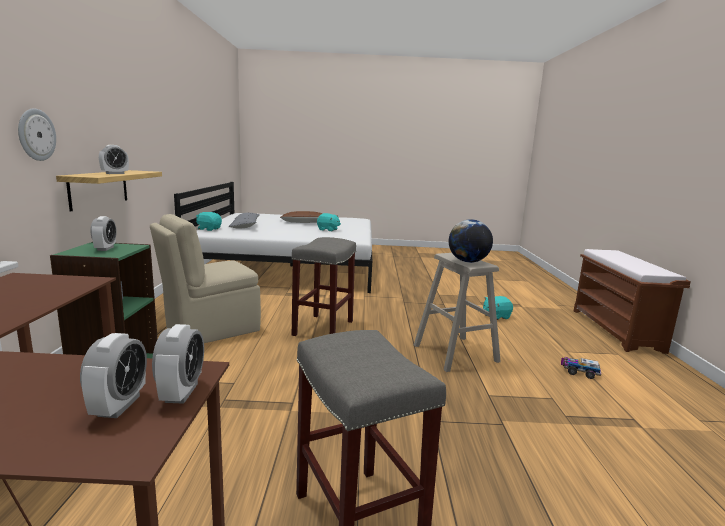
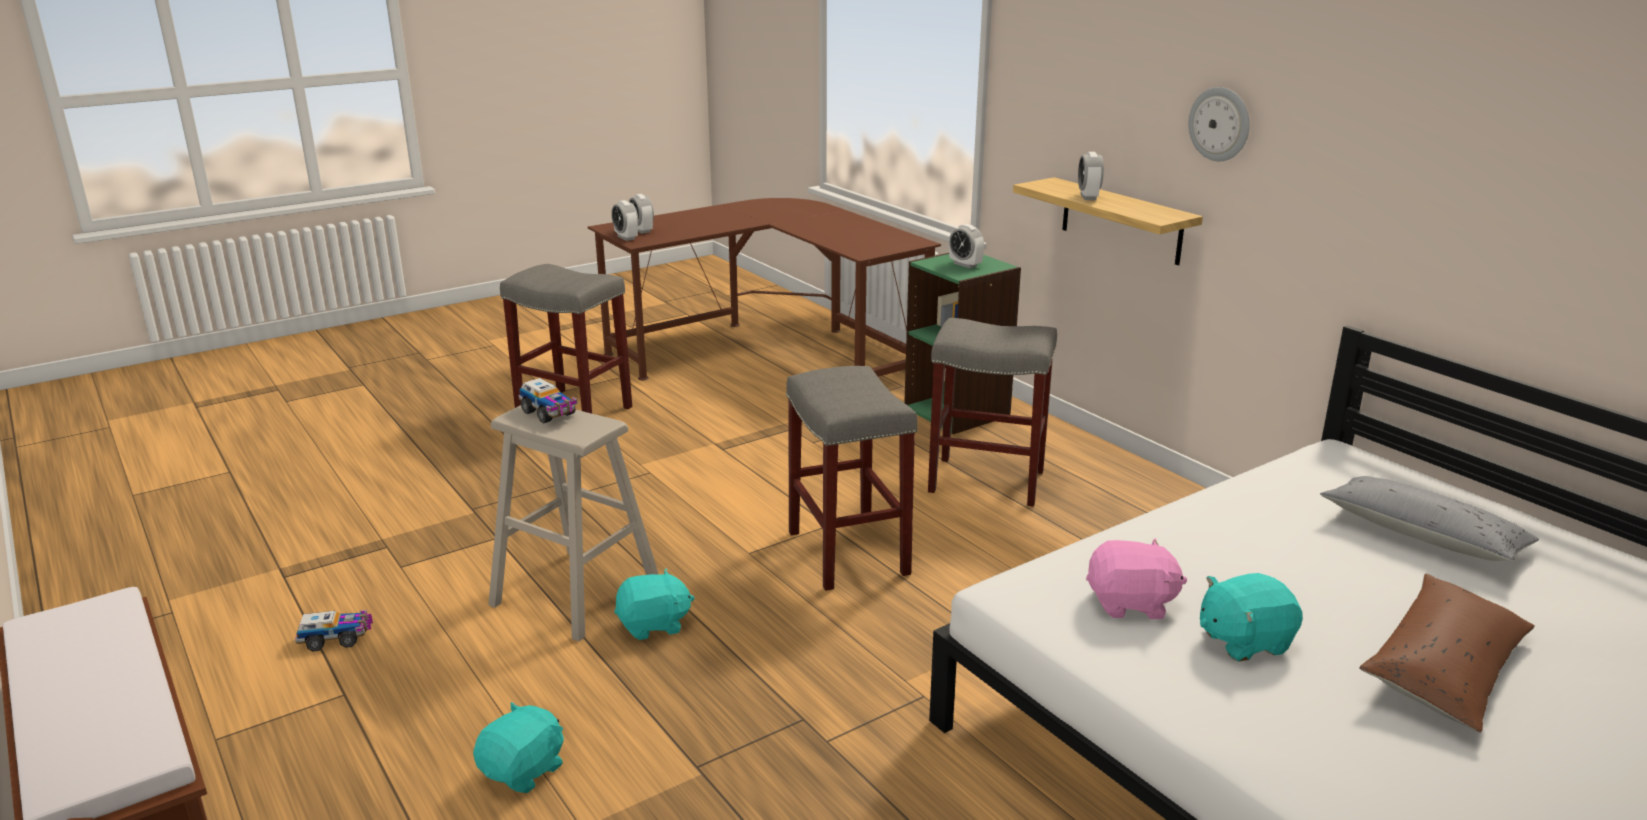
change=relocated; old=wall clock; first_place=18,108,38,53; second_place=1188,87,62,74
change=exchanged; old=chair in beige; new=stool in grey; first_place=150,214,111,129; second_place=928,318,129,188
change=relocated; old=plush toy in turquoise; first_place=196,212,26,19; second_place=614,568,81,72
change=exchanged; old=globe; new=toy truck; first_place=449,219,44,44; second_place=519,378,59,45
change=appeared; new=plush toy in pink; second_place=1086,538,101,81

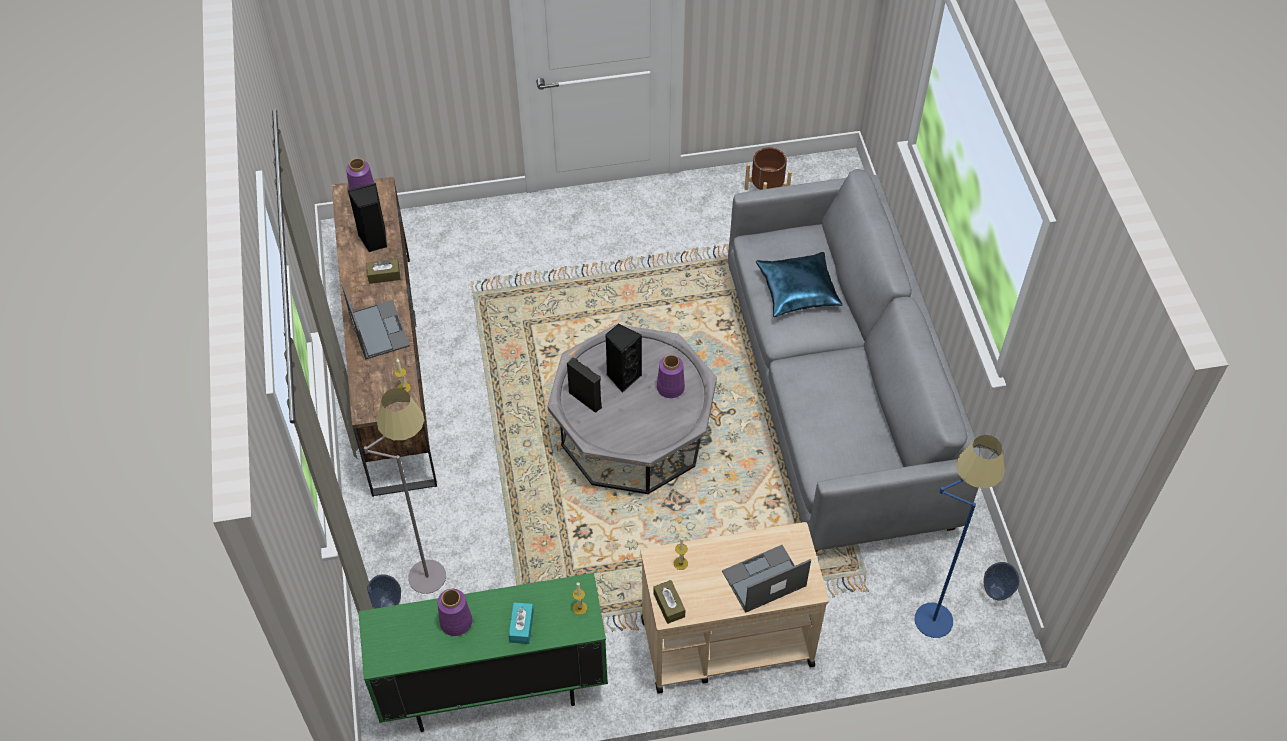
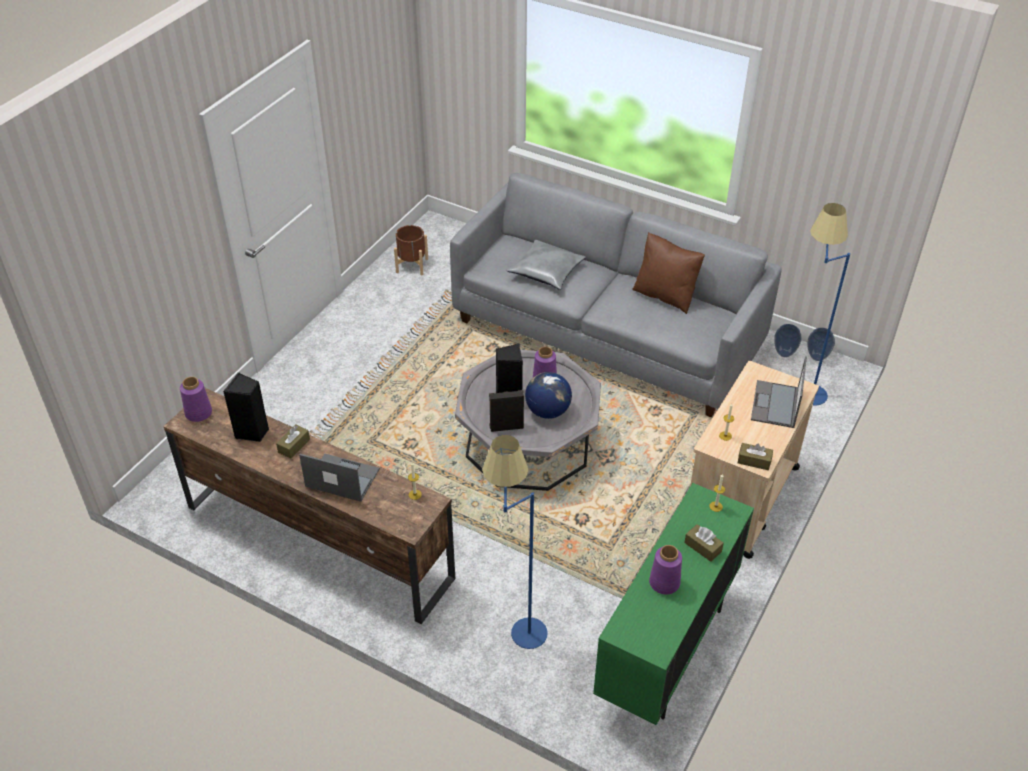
change=colour; old=floor lamp in grey; new=floor lamp in blue; first_place=364,388,82,206; second_place=482,435,66,214
change=relocated; old=vase; first_place=367,574,34,35; second_place=774,324,27,33
change=colour; old=tissue box in turquoise; new=tissue box in brown; first_place=509,602,25,42; second_place=684,524,40,38
change=colour; old=pillow in blue; new=pillow in grey; first_place=756,252,86,65; second_place=506,240,80,50
change=appeared; new=globe; second_place=525,372,47,47
change=appeared; new=pillow in brown; second_place=632,232,73,82

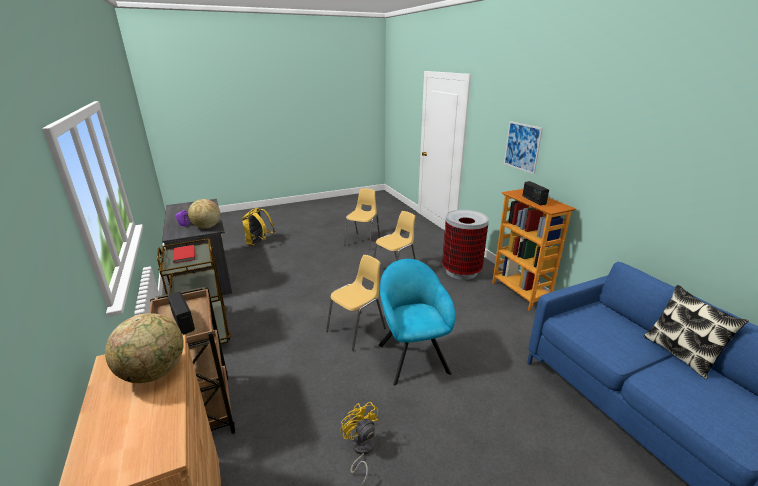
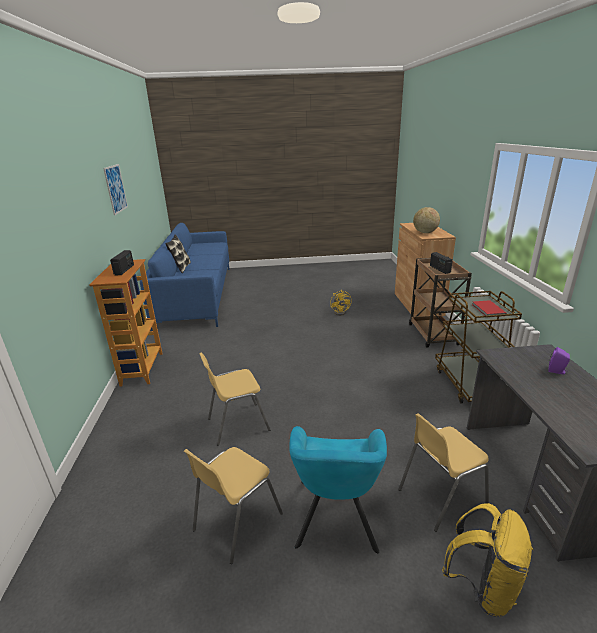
change=missing; old=globe; first_place=188,199,32,30
change=relocated; old=chair in yellow; first_place=326,255,60,96; second_place=398,413,91,119
change=relocated; old=armchair in turquoise; first_place=379,259,76,126; second_place=289,426,98,127
change=missing; old=trash can; first_place=442,210,47,70
change=relocated; old=picture; first_place=504,121,39,53; second_place=103,164,25,51

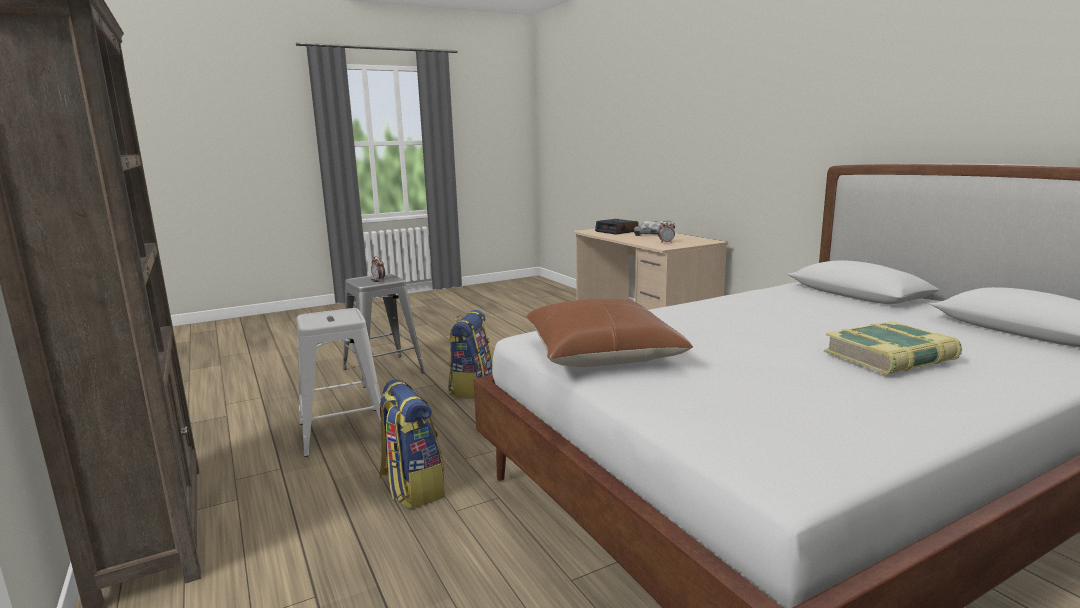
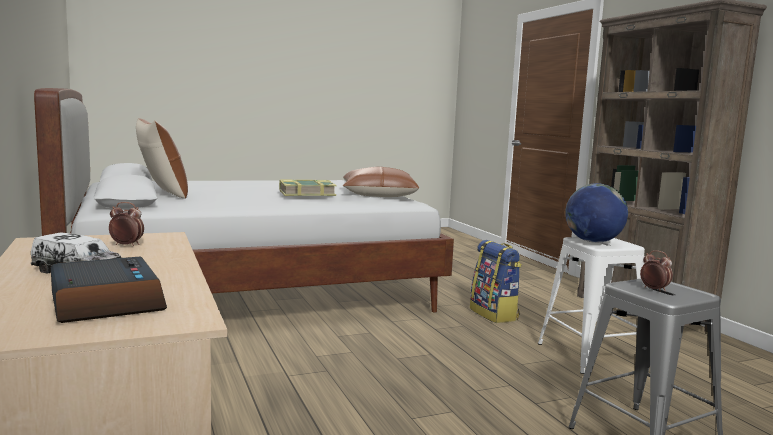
change=missing; old=backpack; first_place=448,310,45,89
change=relocated; old=book; first_place=824,321,138,54; second_place=279,179,57,17
change=appeared; new=pillow in brown; second_place=136,118,52,81
change=appeared; new=globe; second_place=565,183,63,60

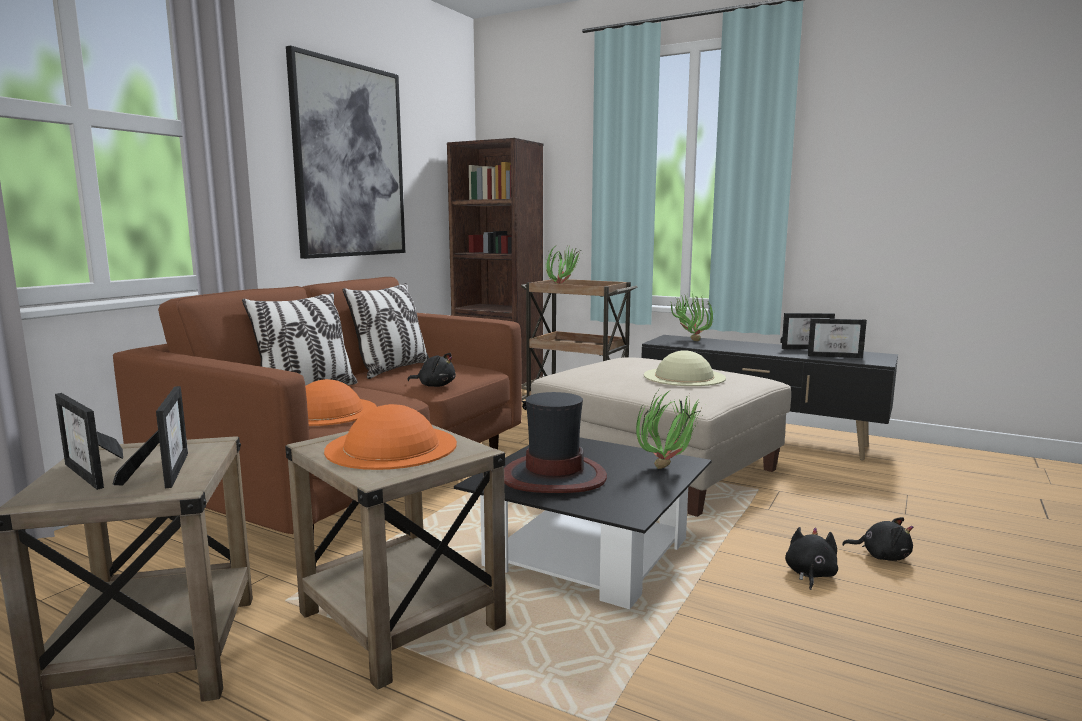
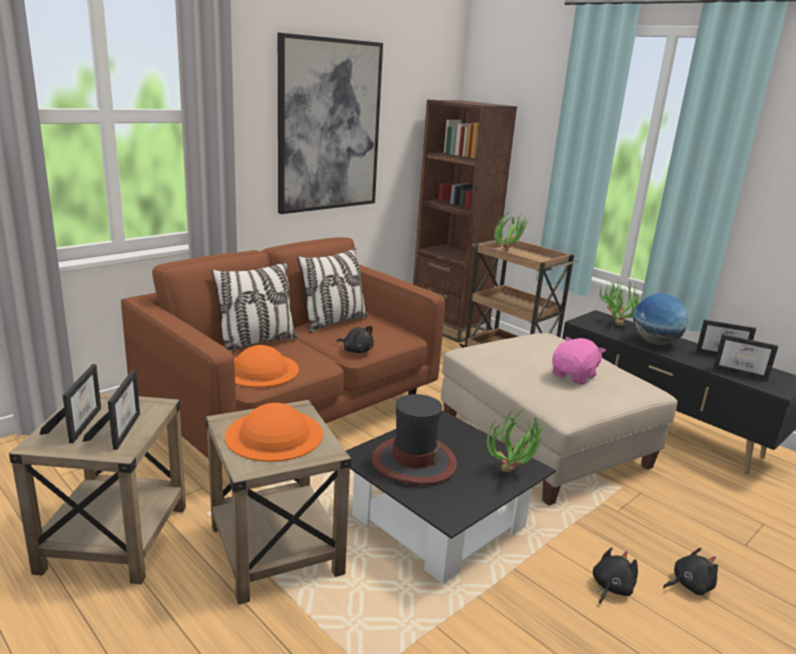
change=spun; old=picture frame; first_place=55,393,68,97; second_place=40,364,61,79; degrees=-150
change=exchanged; old=hat in beige; new=plush toy in pink; first_place=644,350,82,36; second_place=552,337,54,48
change=spun; old=plush toy in black; first_place=842,517,71,44; second_place=663,548,55,47; degrees=-60
change=appeared; new=globe; second_place=633,293,56,52

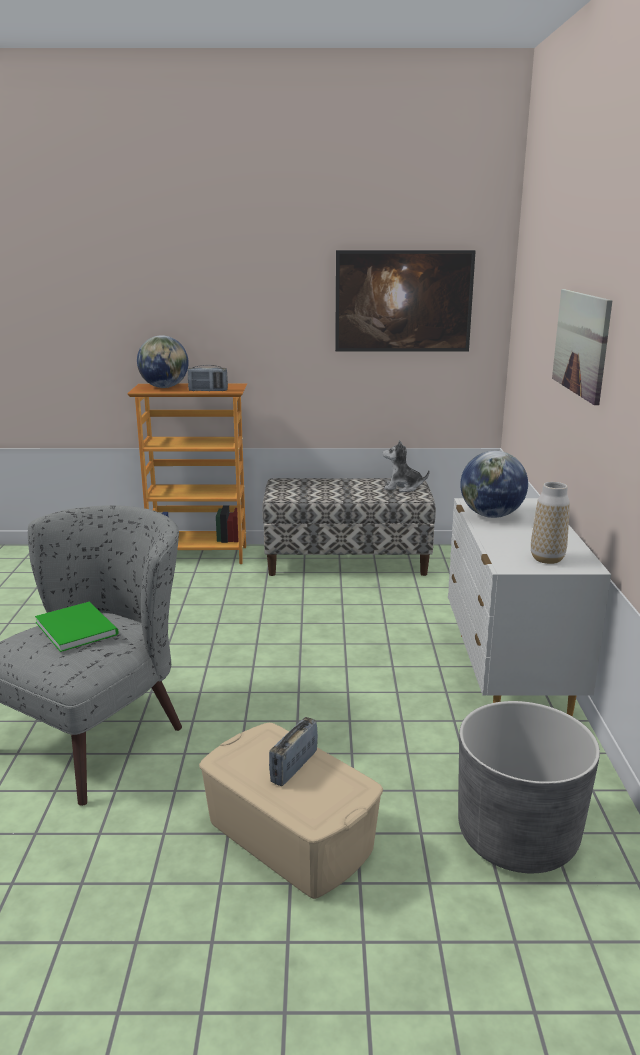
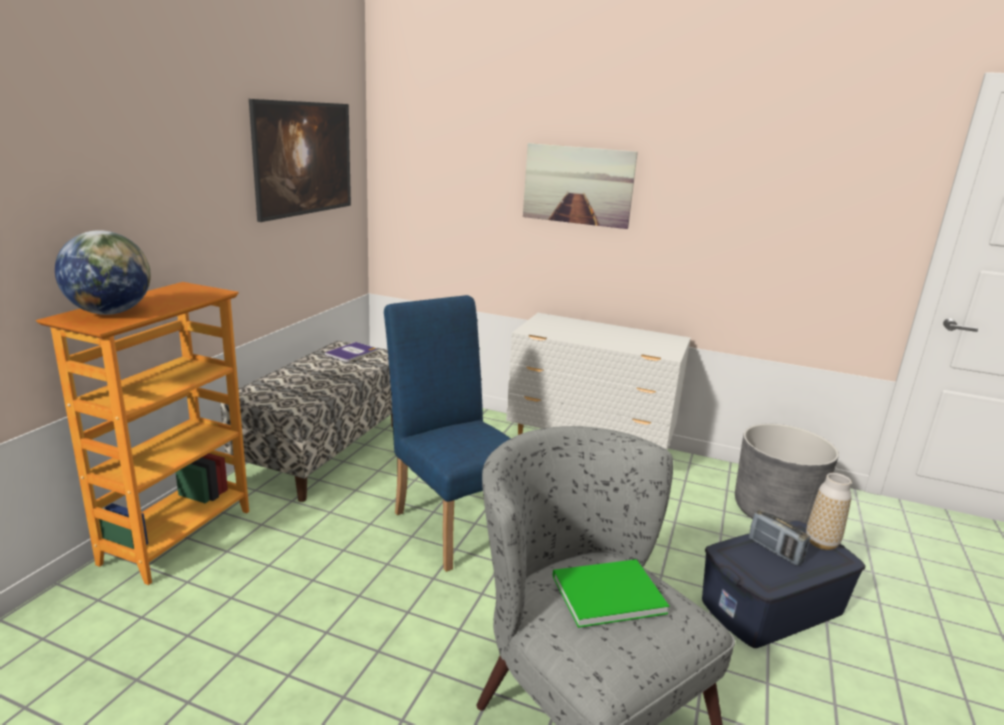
change=missing; old=radio; first_place=188,365,40,26
change=colour; old=storage box in beige; new=storage box in blue; first_place=199,723,184,176; second_place=702,521,163,127
change=exchanged; old=plush toy; new=book; first_place=383,440,47,52; second_place=325,342,52,20
change=missing; old=globe; first_place=460,451,68,67
change=relocated; old=vase; first_place=531,482,39,82; second_place=806,473,46,77
change=appeared; new=chair in blue; second_place=384,295,127,277

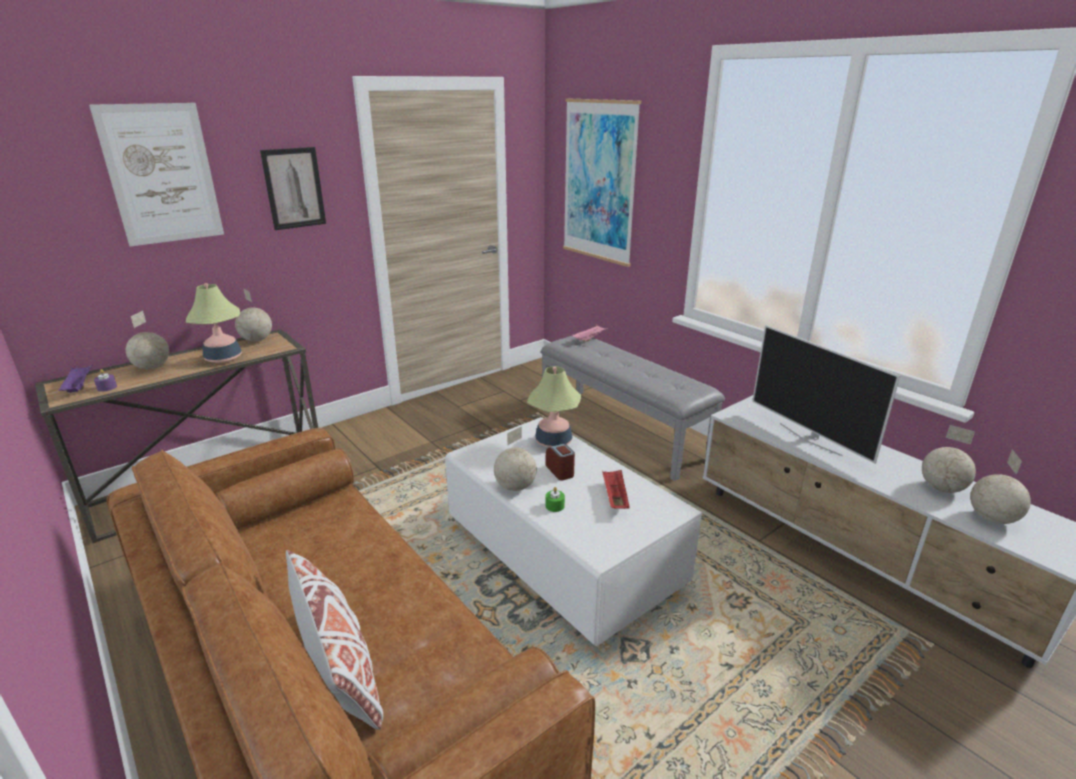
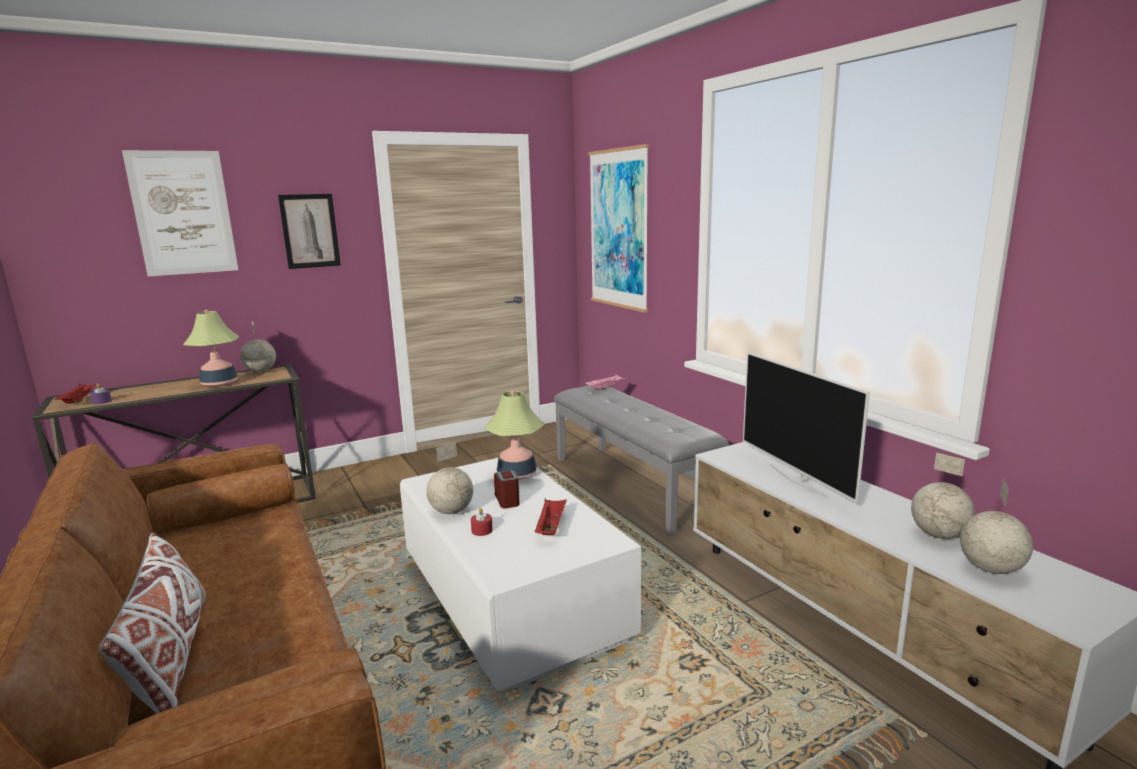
change=colour; old=tray in purple; new=tray in red; first_place=59,365,34,28; second_place=55,382,45,22
change=missing; old=globe; first_place=126,311,43,58
change=colour; old=candle in green; new=candle in red; first_place=546,487,19,25; second_place=471,508,22,28

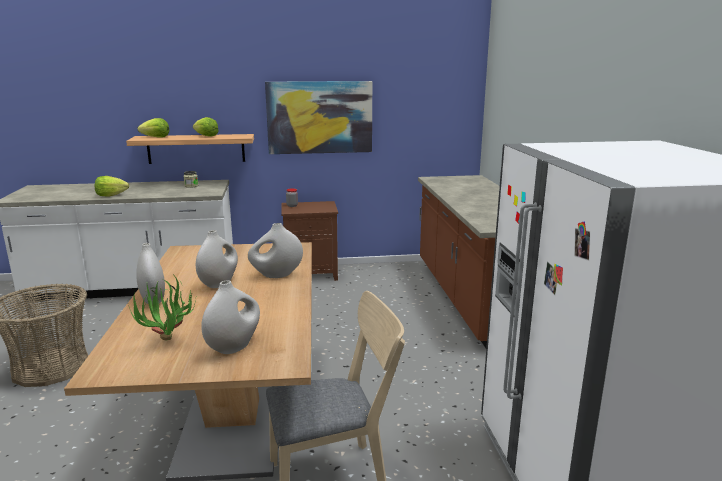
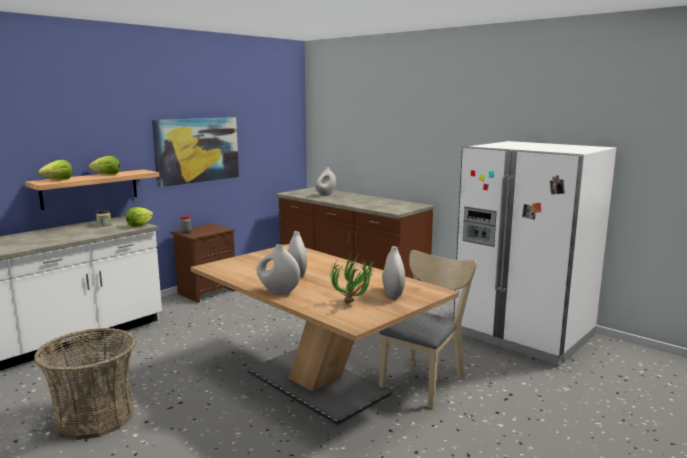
change=relocated; old=lettuce; first_place=95,176,34,20; second_place=126,207,27,20
change=relocated; old=vase in white; first_place=248,223,55,55; second_place=315,167,21,29

